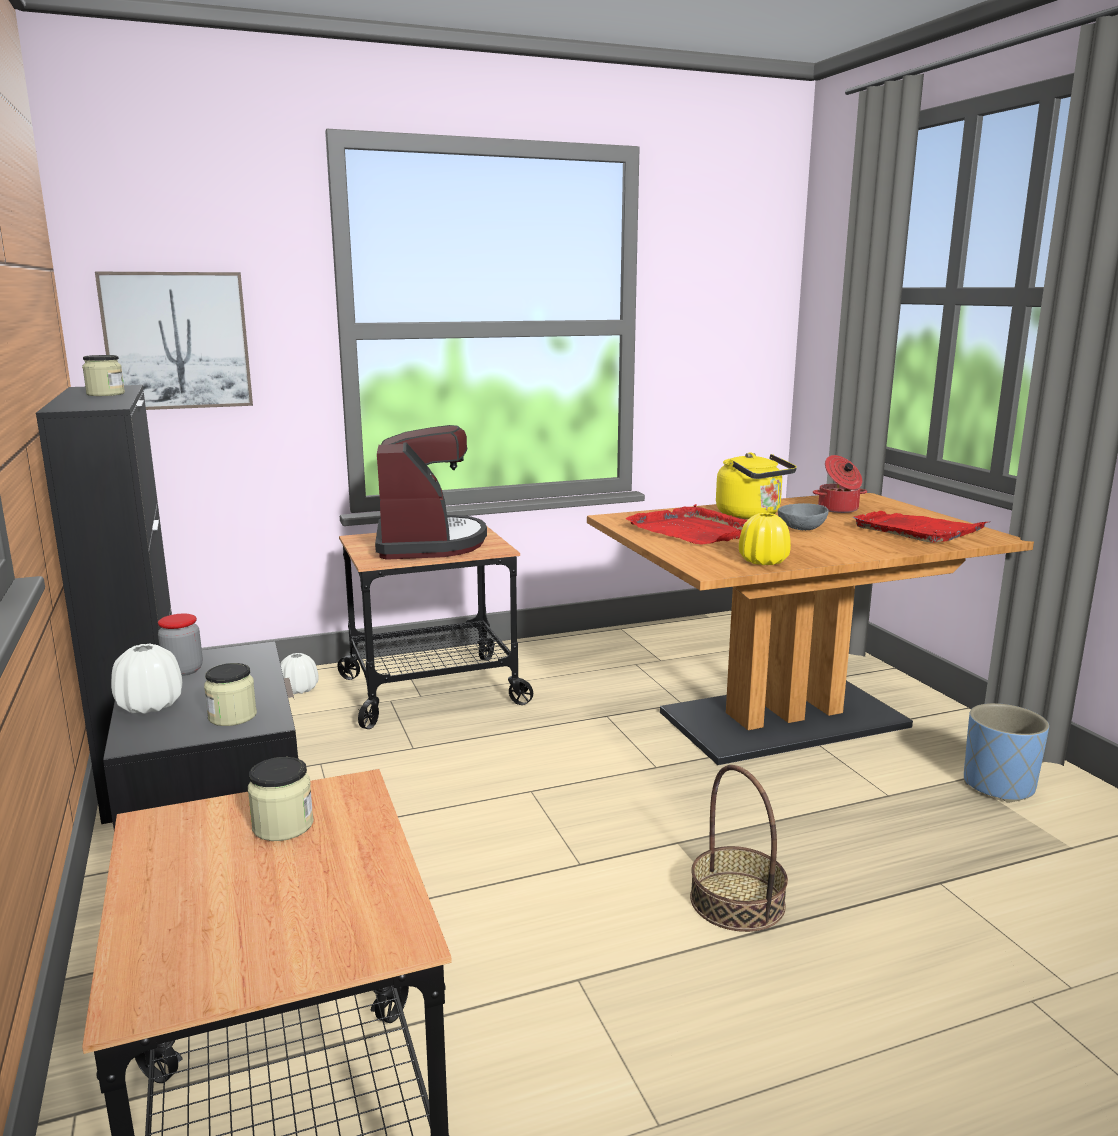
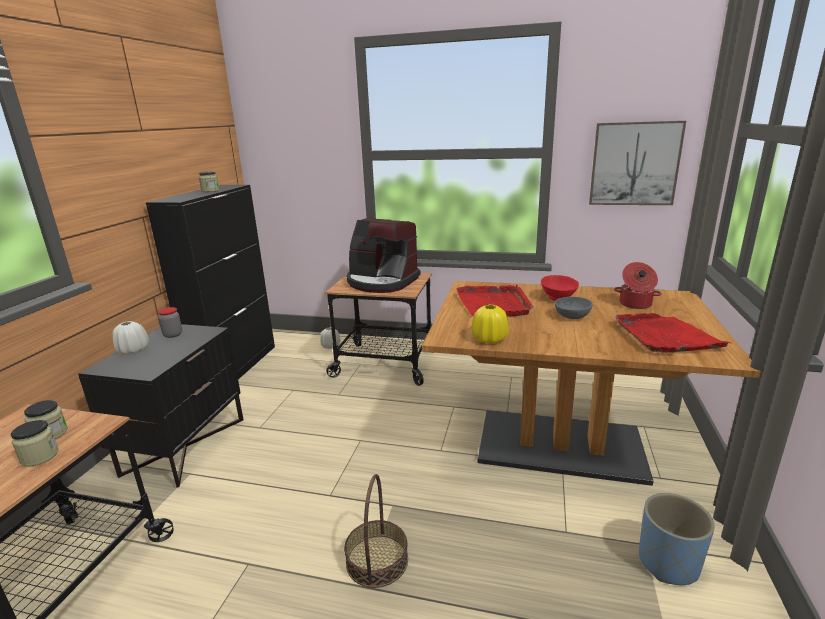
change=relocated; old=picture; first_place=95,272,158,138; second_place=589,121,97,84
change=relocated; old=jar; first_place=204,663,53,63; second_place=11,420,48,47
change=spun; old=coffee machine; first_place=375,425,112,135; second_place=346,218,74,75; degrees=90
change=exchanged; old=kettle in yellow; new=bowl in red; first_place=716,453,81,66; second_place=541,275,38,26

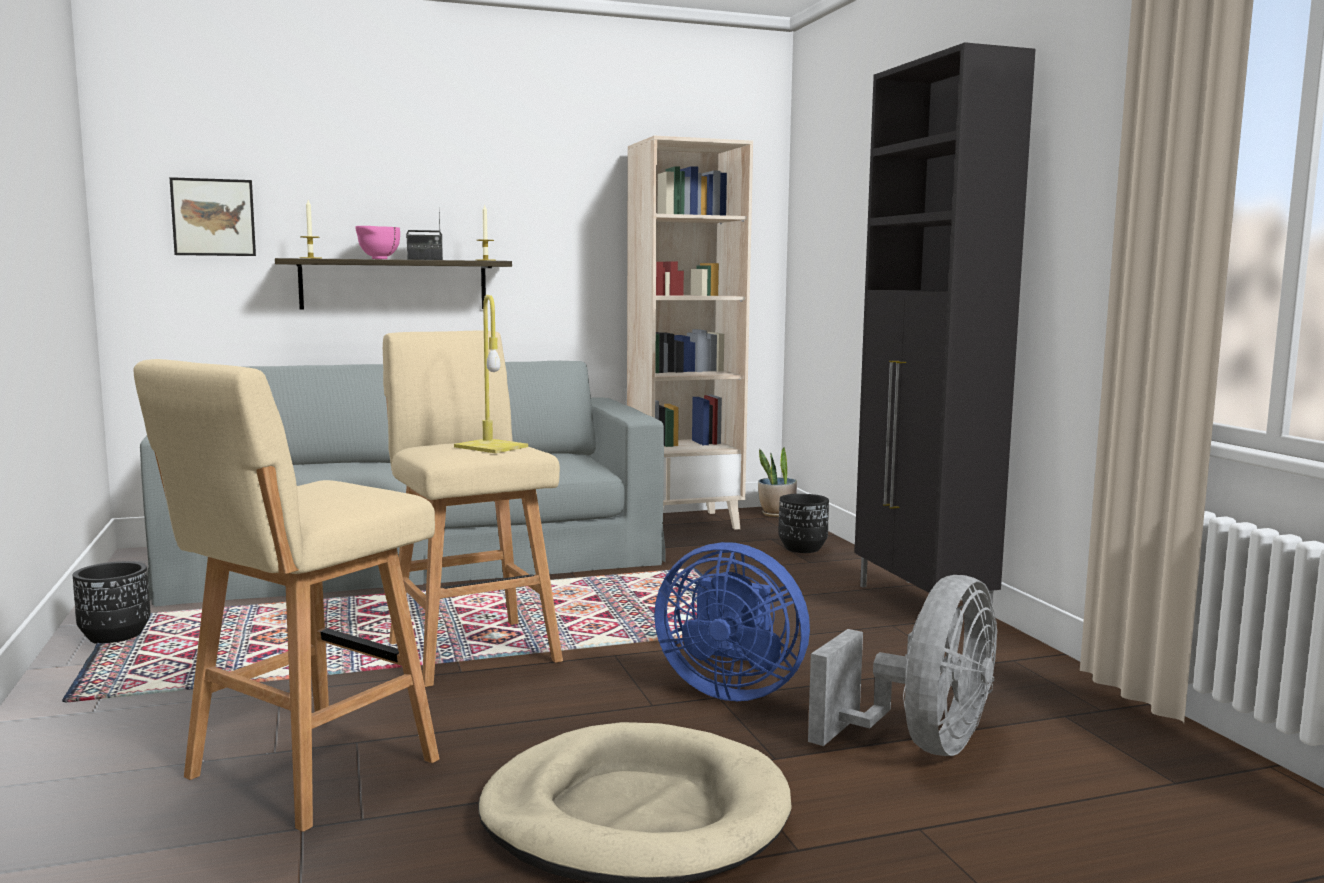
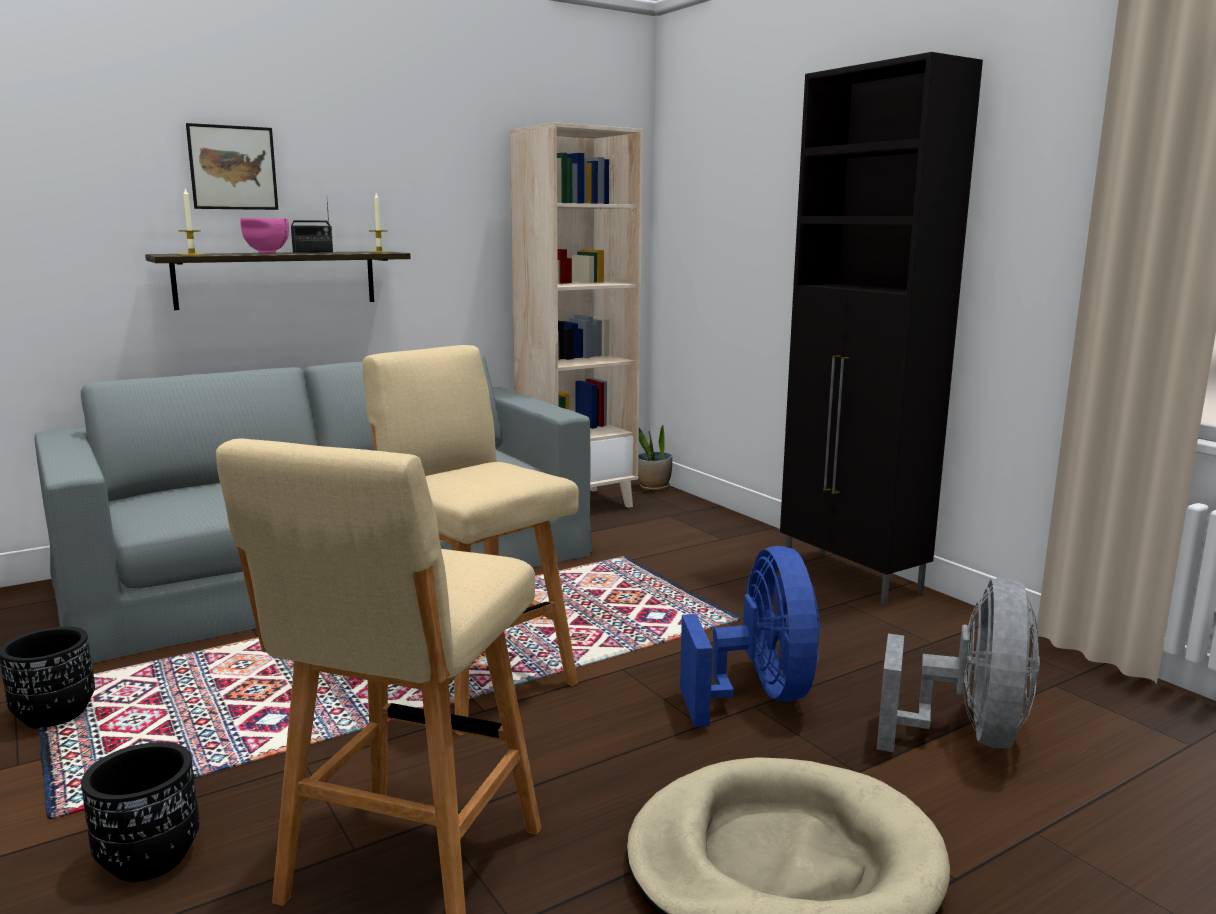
change=relocated; old=picture; first_place=169,177,87,79; second_place=186,123,92,87
change=missing; old=table lamp in yellow; first_place=454,295,74,158
change=spun; old=fan in blue; first_place=654,542,156,159; second_place=680,546,141,181; degrees=-105
change=relocated; old=planter in black; first_place=779,494,50,59; second_place=81,742,118,140

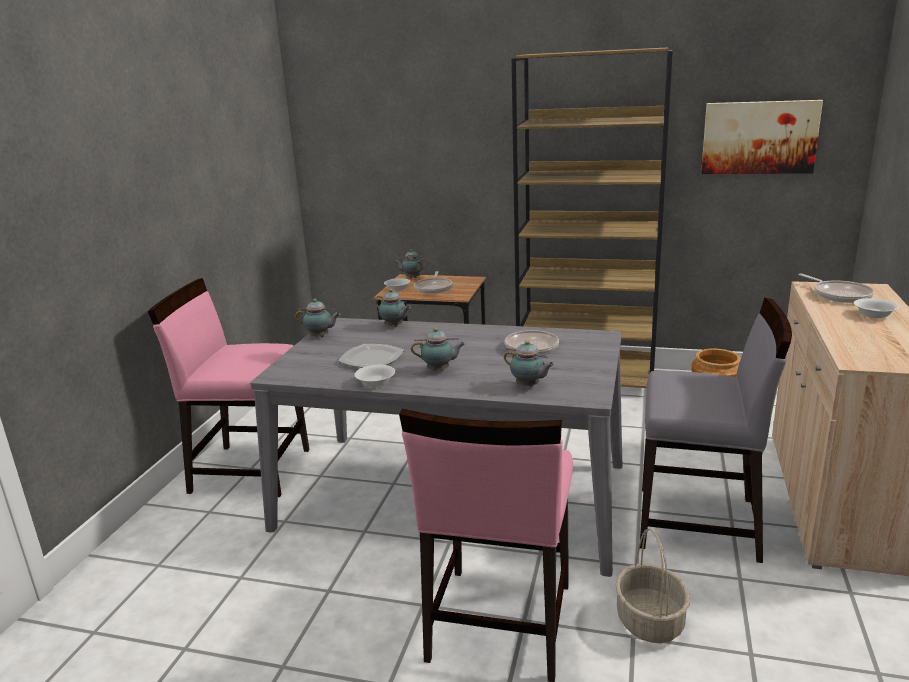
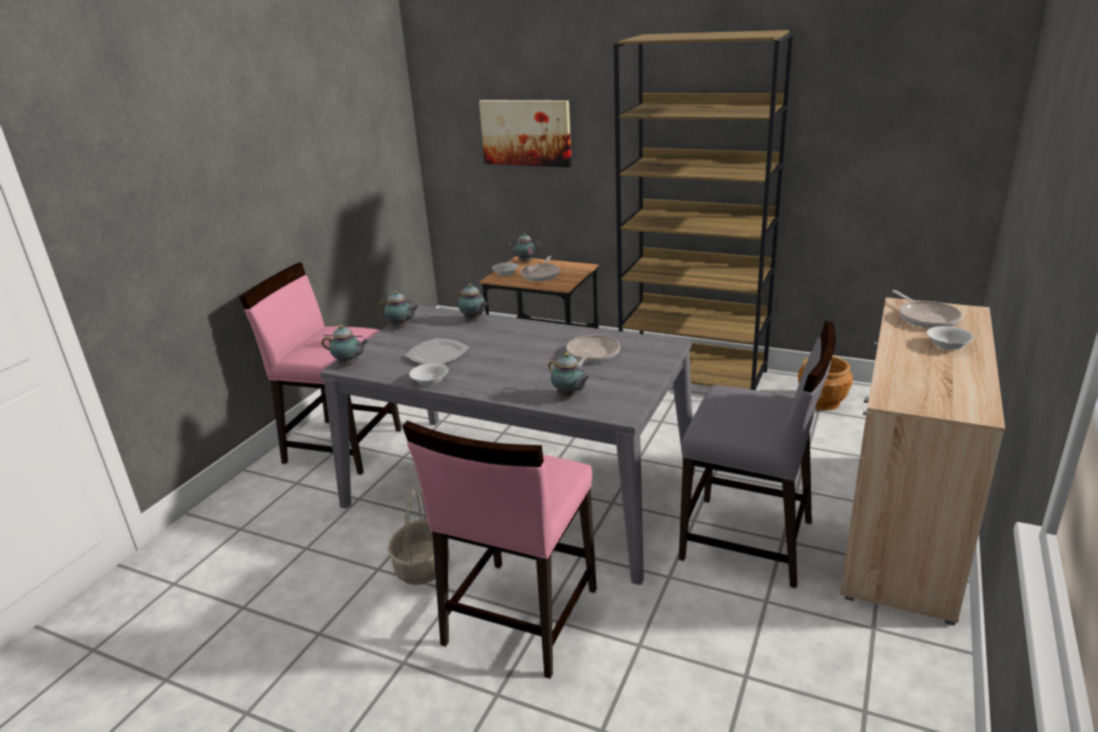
change=relocated; old=teapot; first_place=411,328,54,43; second_place=321,325,48,39
change=relocated; old=basket; first_place=615,528,75,115; second_place=388,490,61,95
change=relocated; old=picture; first_place=701,100,122,74; second_place=479,100,93,68

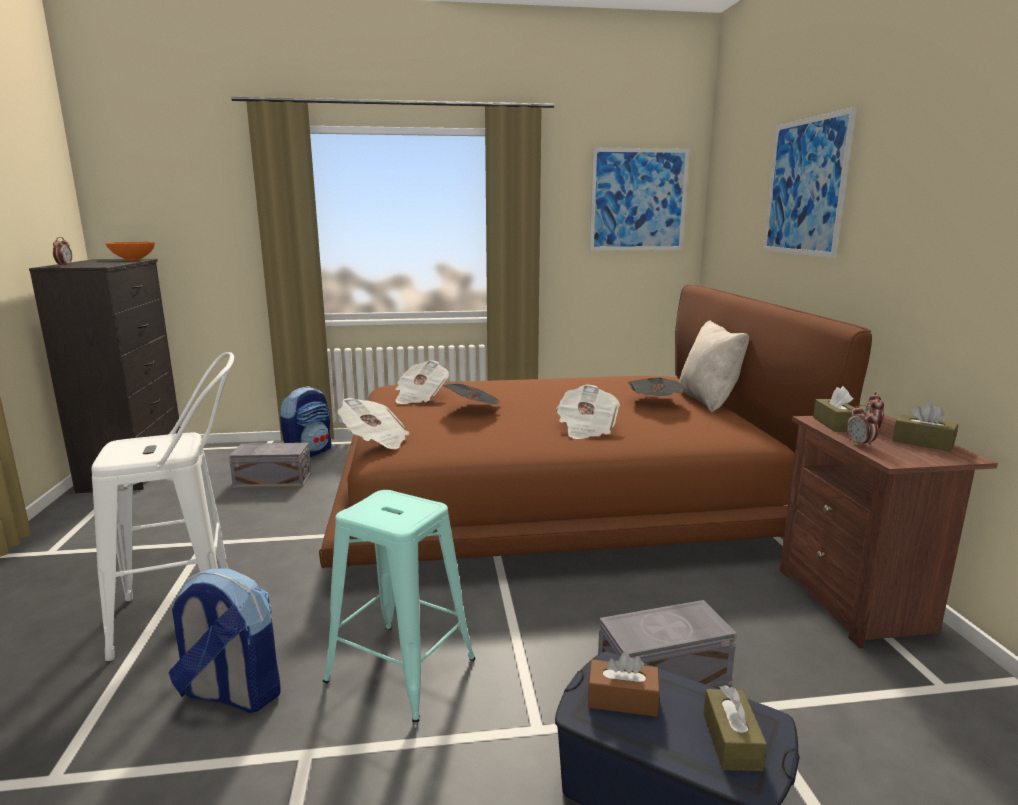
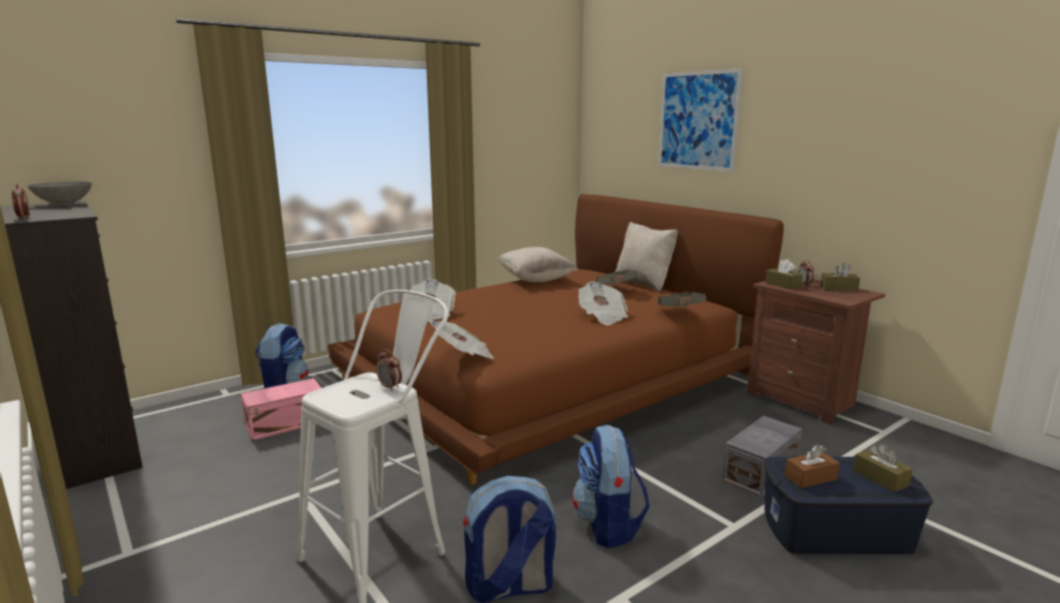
change=colour; old=bowl in orange; new=bowl in grey; first_place=105,242,51,18; second_place=28,182,64,23
change=colour; old=storage box in grey; new=storage box in pink; first_place=229,443,83,45; second_place=241,378,80,62
change=exchanged; old=stool in turquoise; new=backpack; first_place=323,490,152,232; second_place=572,425,78,123
change=relocated; old=newspaper; first_place=443,384,56,20; second_place=657,292,50,15
change=missing; old=picture; first_place=589,148,100,103
change=relocated; old=alarm clock; first_place=847,404,31,44; second_place=376,349,26,42
change=appeared; new=pillow in beige; second_place=498,247,78,35

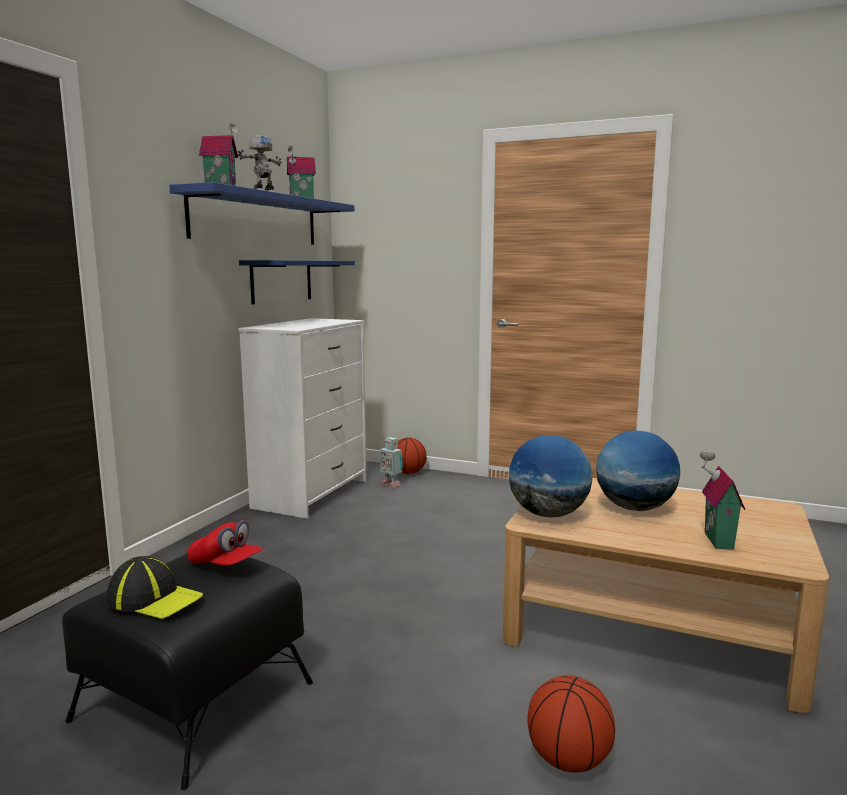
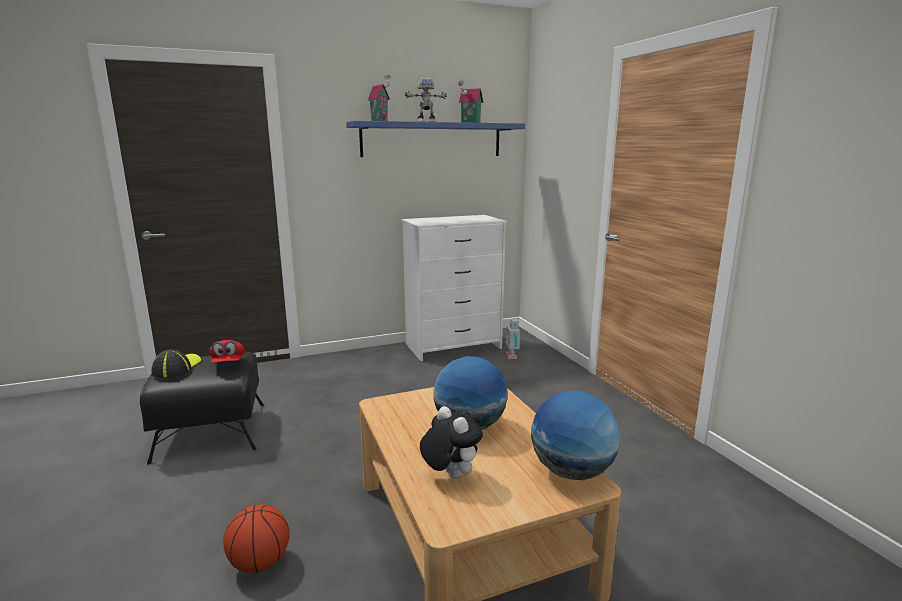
change=spun; old=cap; first_place=107,556,96,63; second_place=151,350,50,28; degrees=-150
change=missing; old=shelf in blue; first_place=239,260,116,44
change=missing; old=basketball; first_place=398,437,29,37
change=relocated; old=globe; first_place=509,435,83,83; second_place=531,391,90,89
change=exchanged; old=toy house; new=plush toy; first_place=700,450,45,100; second_place=420,406,63,73

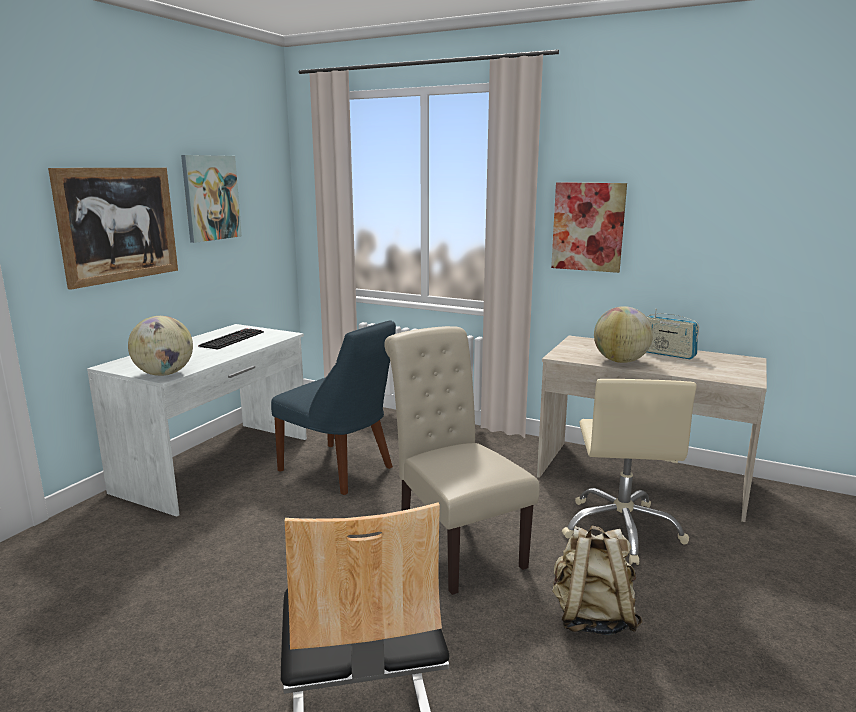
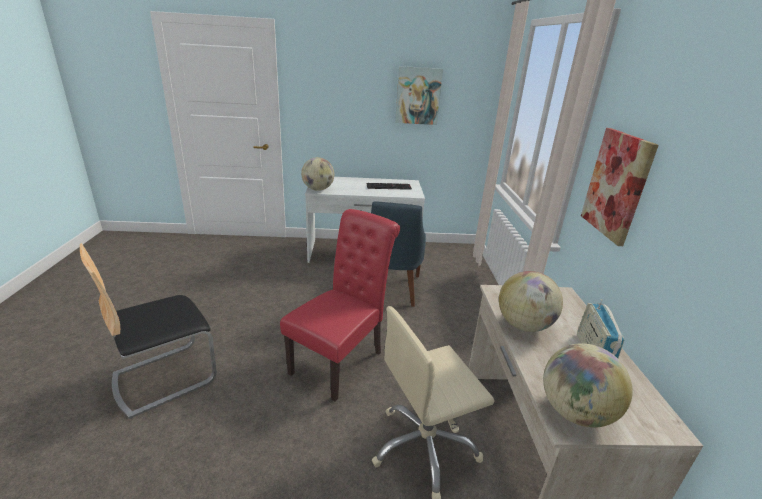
change=missing; old=picture; first_place=48,168,130,122
change=colour; old=chair in beige; new=chair in red; first_place=384,326,156,269; second_place=280,209,120,192
change=missing; old=backpack in beige; first_place=552,525,90,110
change=appeared; new=globe; second_place=543,343,90,85

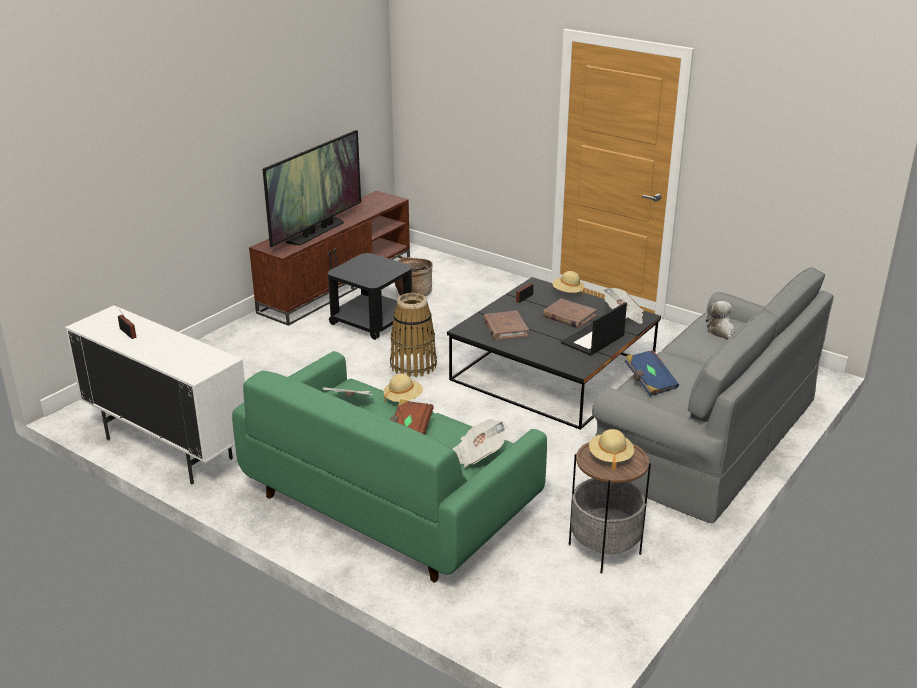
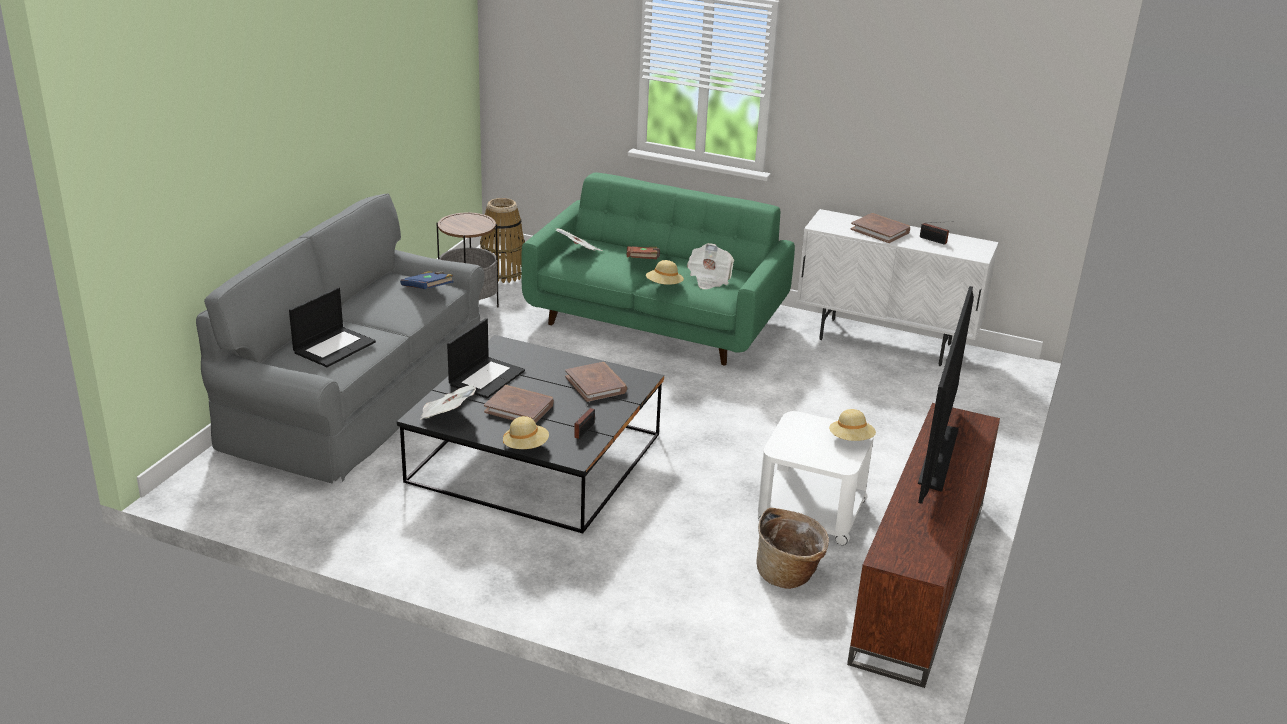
change=colour; old=side table in black; new=side table in white; first_place=328,253,84,87; second_place=758,411,116,134
change=relocated; old=basket; first_place=390,293,47,84; second_place=480,198,45,85
change=relocated; old=hat in beige; first_place=589,429,45,42; second_place=829,409,47,32
change=exchanged; old=plush toy; new=laptop; first_place=706,301,29,39; second_place=289,287,87,80
change=appeared; new=book in brown; second_place=851,213,59,30

